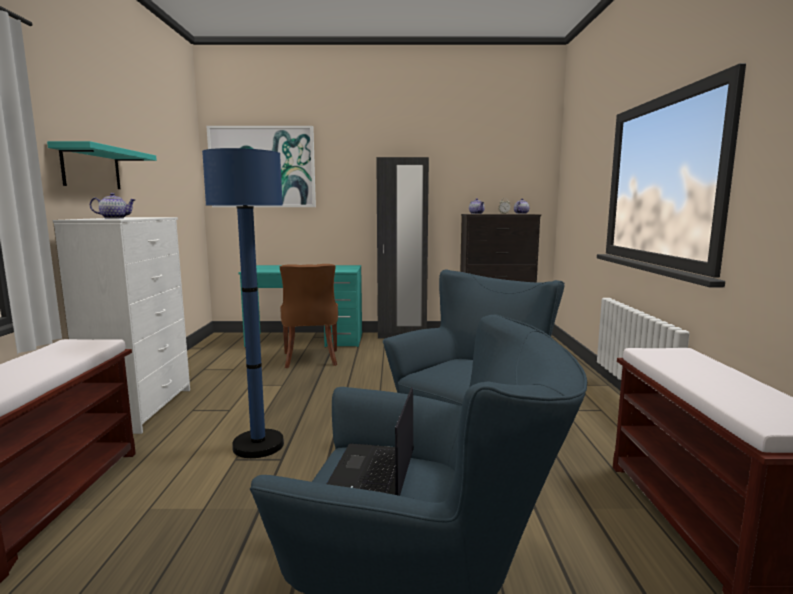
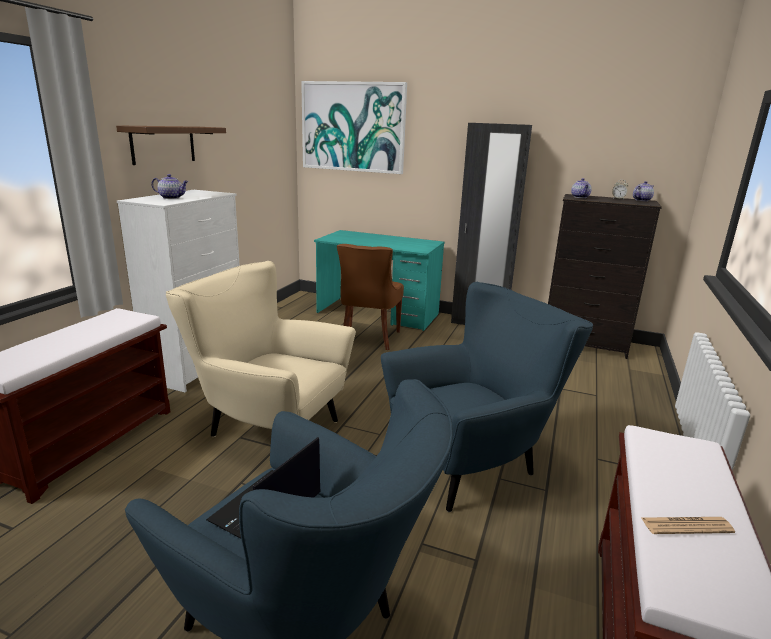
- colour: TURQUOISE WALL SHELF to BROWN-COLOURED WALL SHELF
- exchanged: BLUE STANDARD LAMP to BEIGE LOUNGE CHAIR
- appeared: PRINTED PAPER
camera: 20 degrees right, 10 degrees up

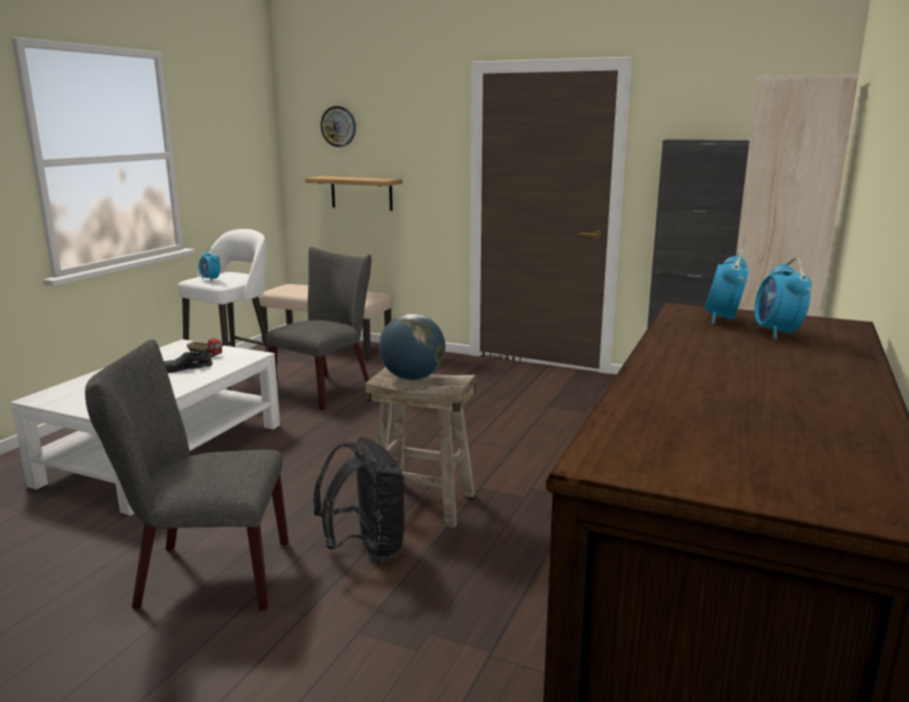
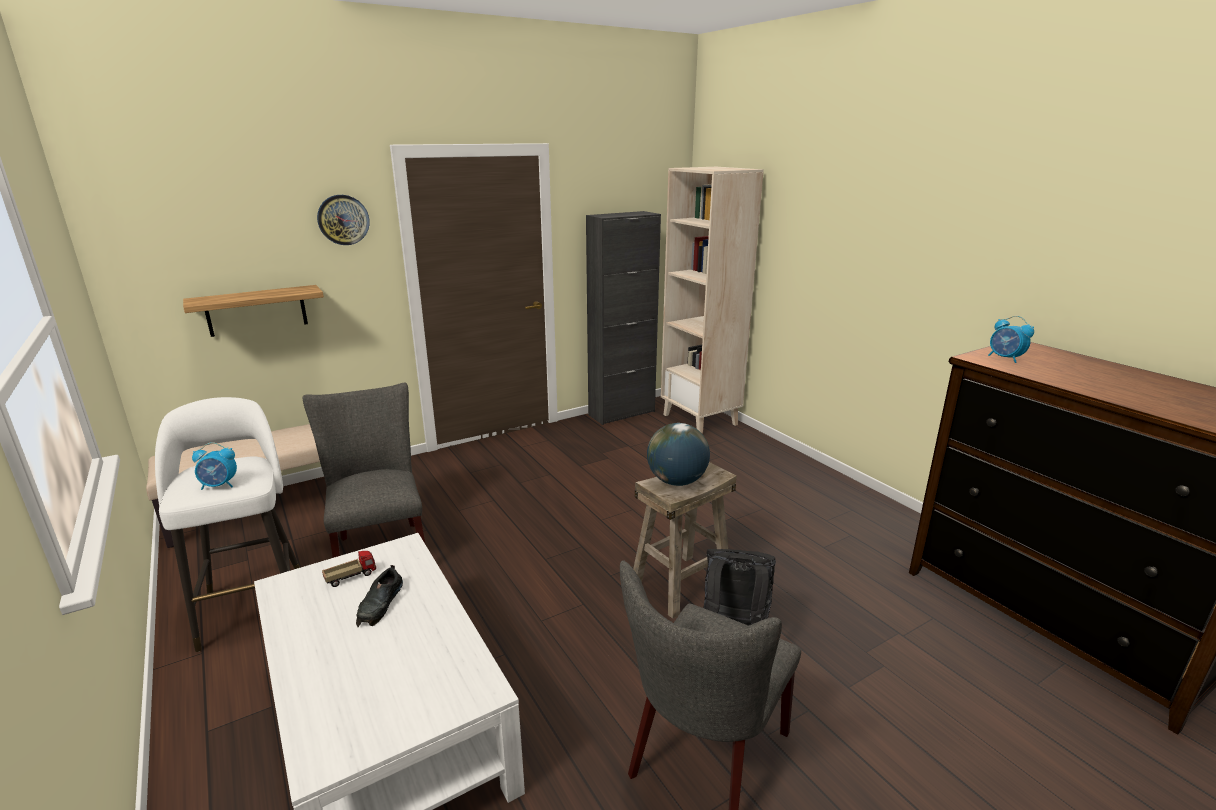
- relocated: HANGING CLOCK
- missing: TABLE CLOCK (no. 3 from left)
camera: 55 degrees left, 5 degrees up

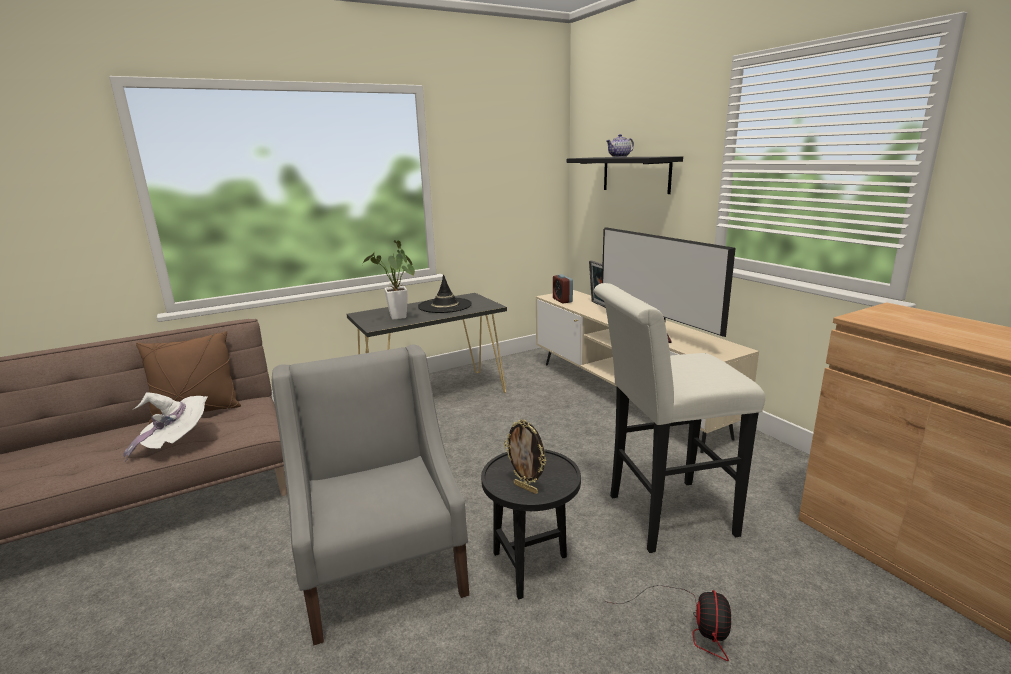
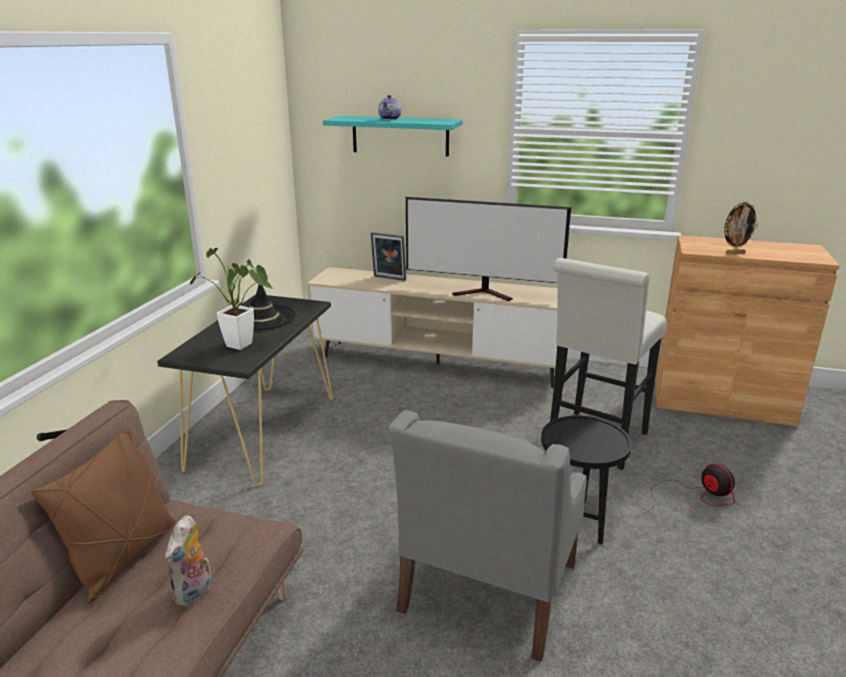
- exchanged: WHITE-COLOURED WEARABLE HAT to CUDDLY TOY
- colour: BLACK WALL SHELF to TURQUOISE WALL SHELF
- spun: GREY LOUNGE CHAIR 90 degrees counterclockwise
- relocated: PHOTO FRAME (no. 1 from left in the first image) to PHOTO FRAME (no. 2 from left)
- missing: TABLE CLOCK
camera: 45 degrees left, 5 degrees up

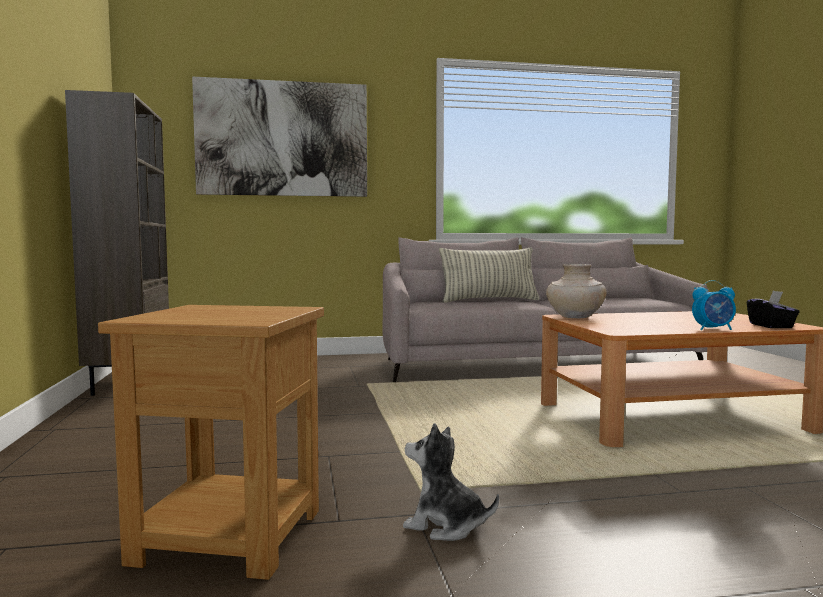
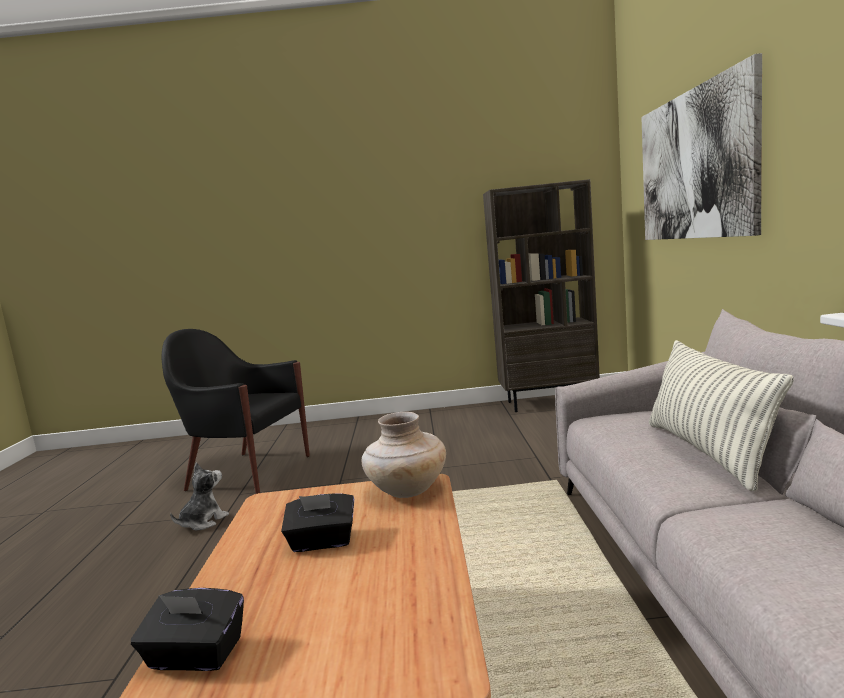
- exchanged: BROWN-COLOURED END TABLE to BLACK LOUNGE CHAIR
- appeared: BLACK TISSUE BOX (no. 2 from left)
- missing: TABLE CLOCK
camera: 100 degrees right, 5 degrees up

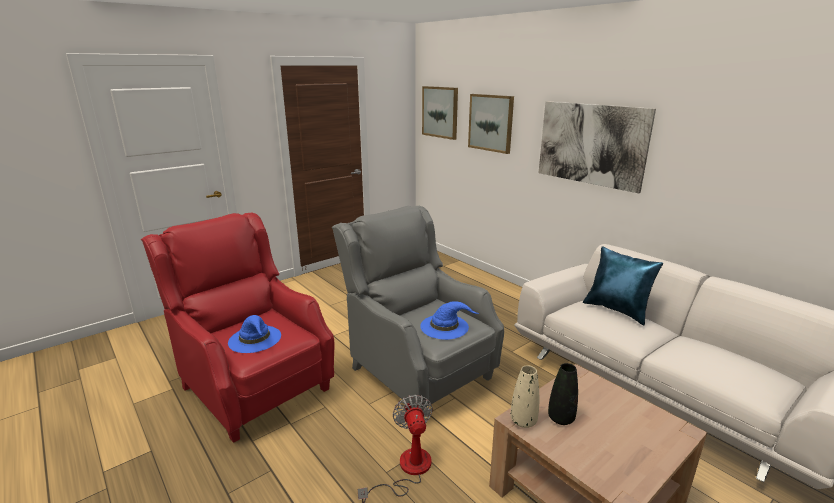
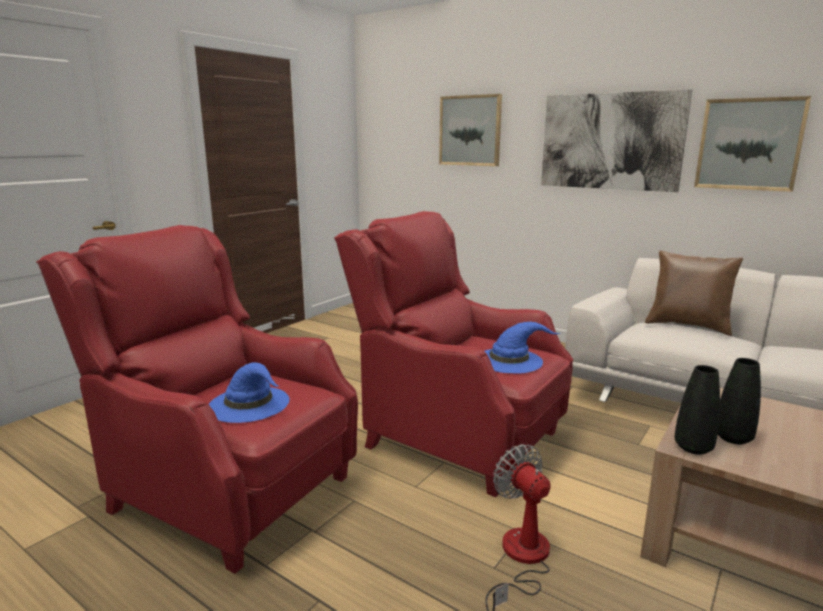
- colour: GREY LOUNGE CHAIR to RED-COLOURED LOUNGE CHAIR (no. 2 from left)
- colour: BLUE THROW PILLOW to BROWN-COLOURED THROW PILLOW
- colour: BEIGE VASE to BLACK VASE (no. 1 from left)
- relocated: WALL ART (no. 1 from left in the first image) to WALL ART (no. 3 from left)
camera: 15 degrees left, 5 degrees down

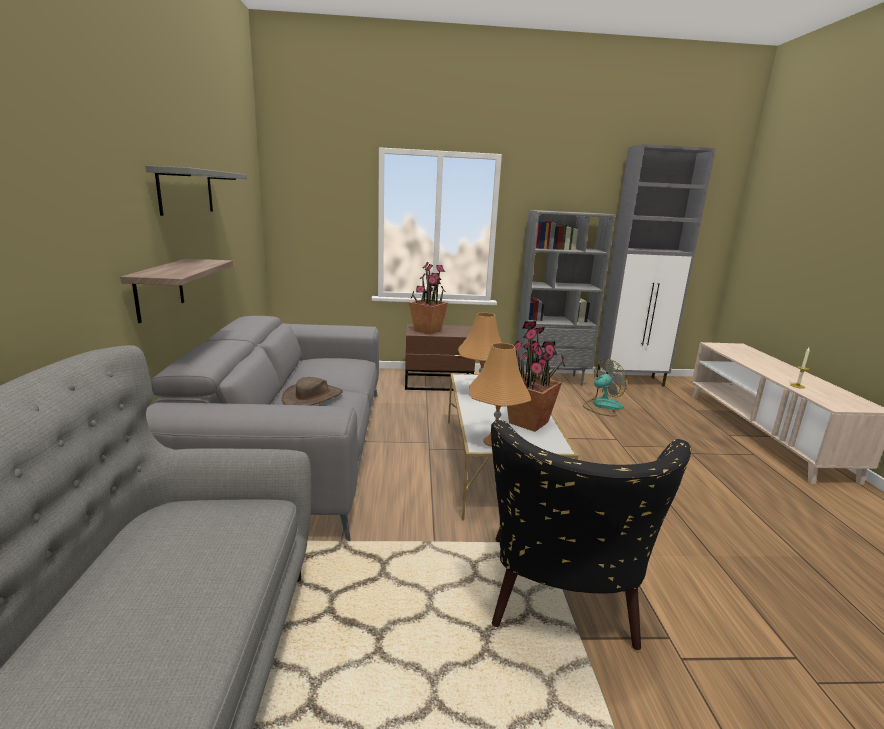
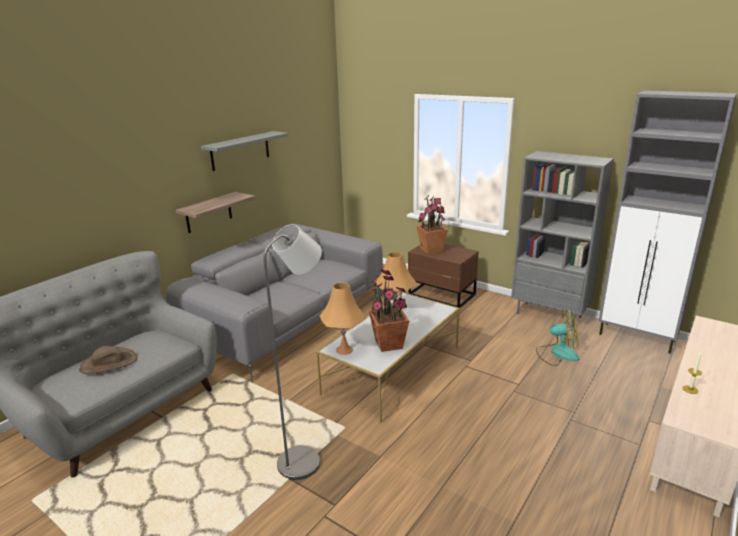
- relocated: BROWN-COLOURED WEARABLE HAT
- exchanged: BLACK LOUNGE CHAIR to GREY STANDARD LAMP
camera: 40 degrees right, 5 degrees up

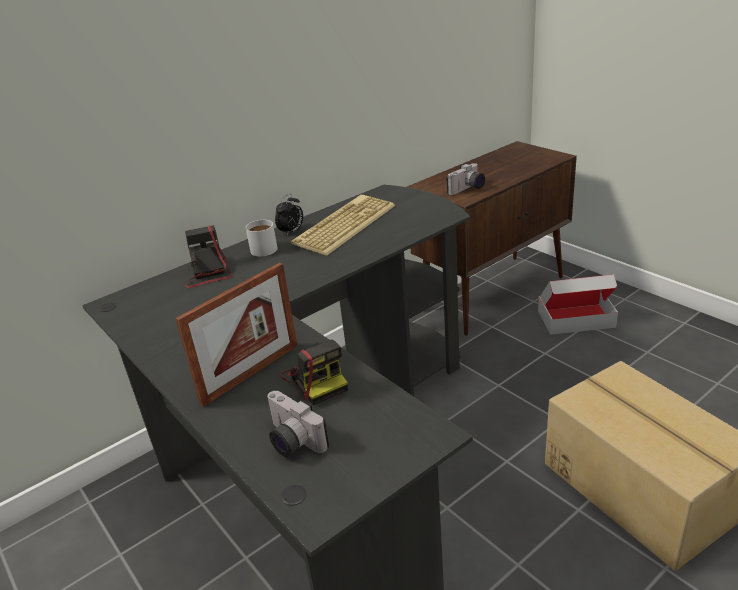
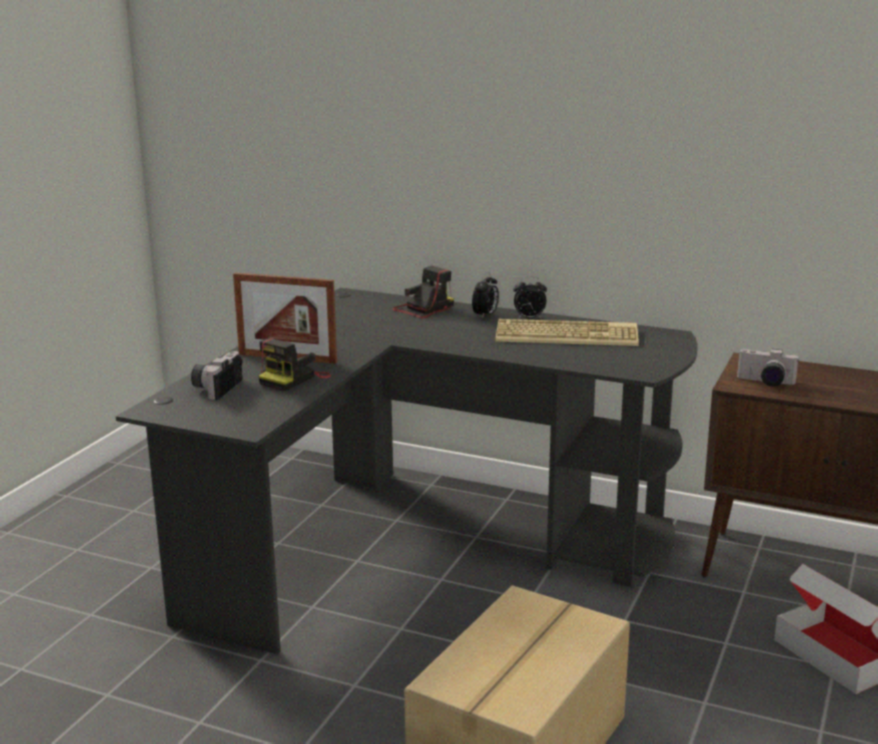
- exchanged: WHITE-COLOURED MUG to TABLE CLOCK (no. 1 from left)
camera: 60 degrees right, 10 degrees down

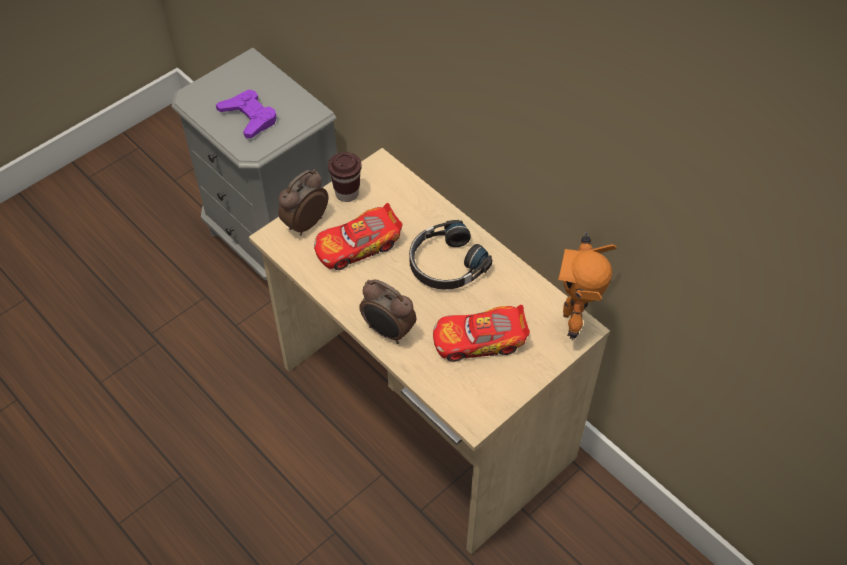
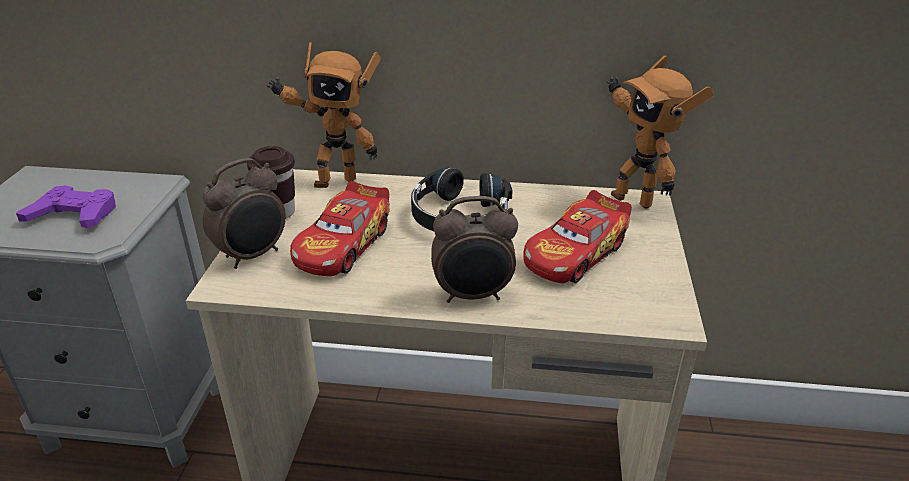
- spun: TABLE CLOCK (no. 1 from left) 135 degrees counterclockwise
- appeared: ROBOT FIGURE (no. 1 from left)
camera: 40 degrees left, 20 degrees down

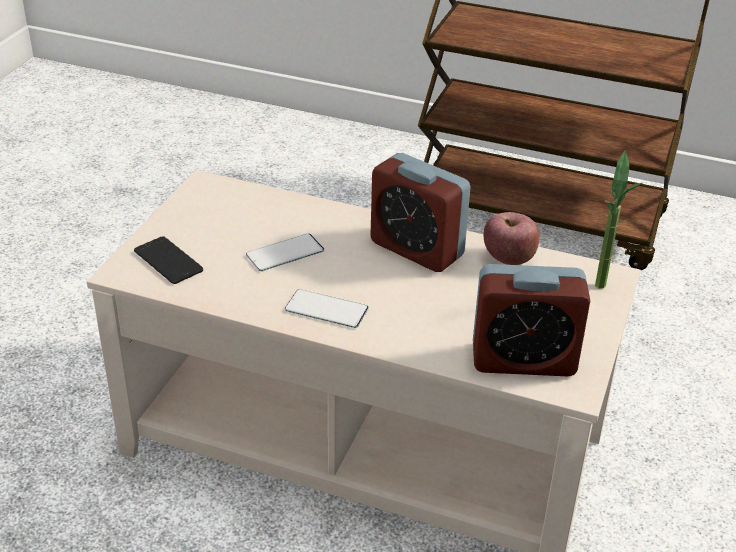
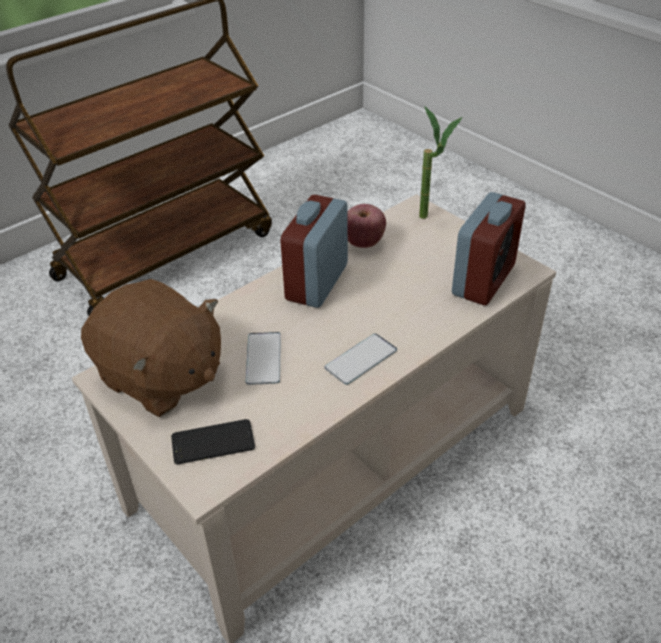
- appeared: BROWN-COLOURED CUDDLY TOY
- spun: TABLE CLOCK (no. 1 from left) 135 degrees clockwise
camera: 60 degrees left, 5 degrees up

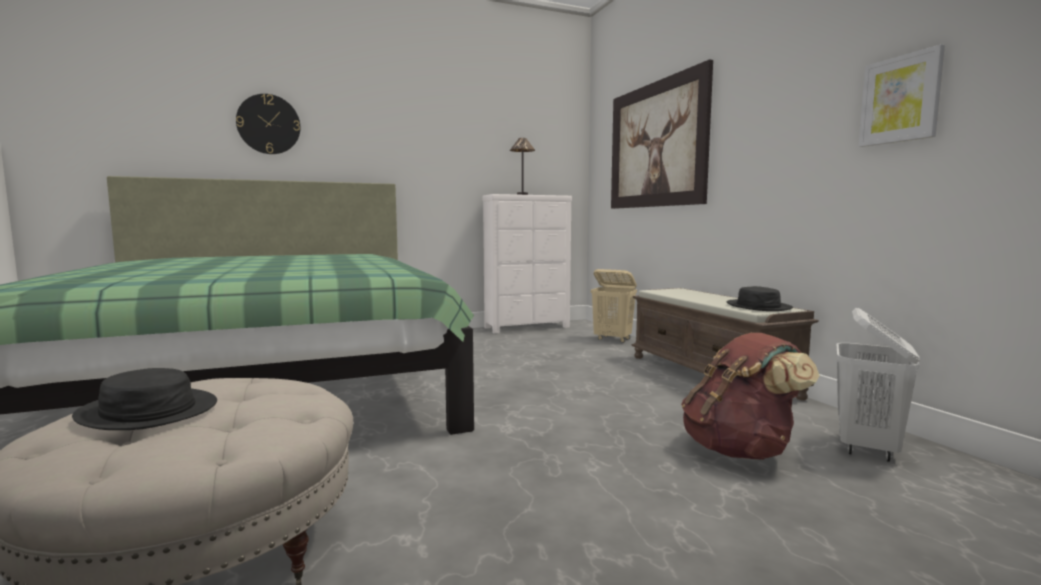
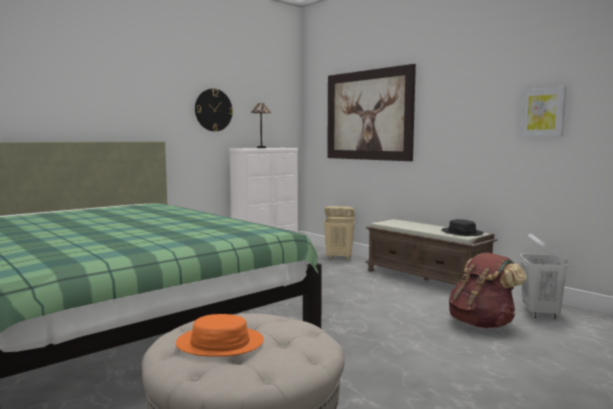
- colour: BLACK WEARABLE HAT (no. 1 from left) to ORANGE WEARABLE HAT
- relocated: HANGING CLOCK
camera: 20 degrees left, 0 degrees up

